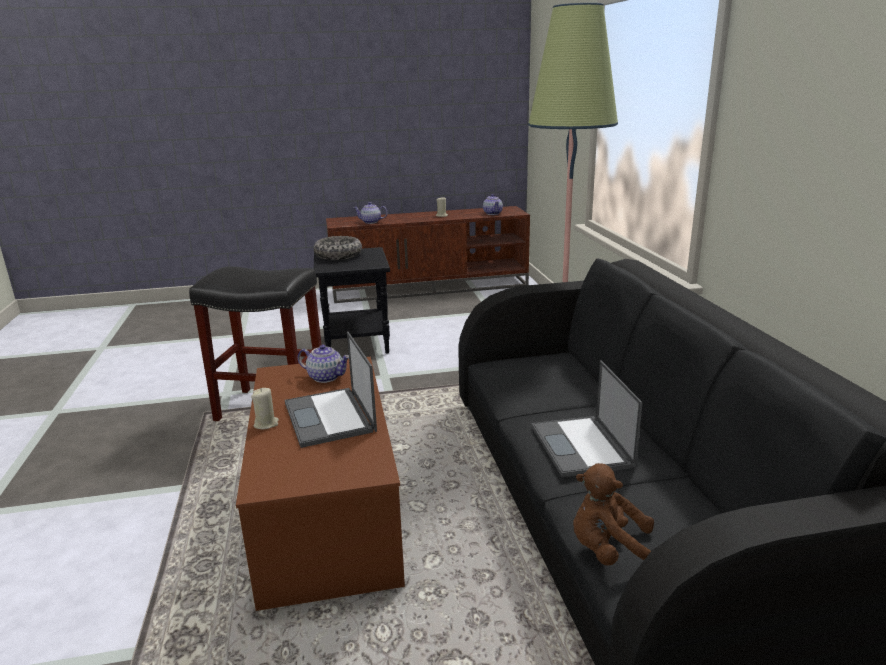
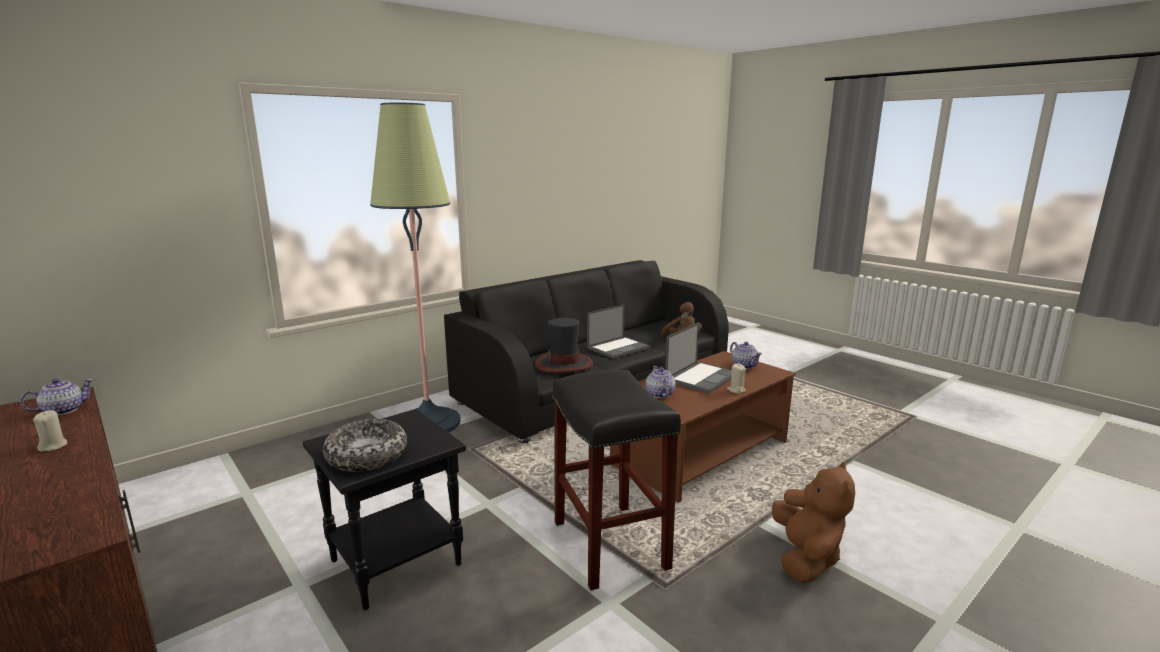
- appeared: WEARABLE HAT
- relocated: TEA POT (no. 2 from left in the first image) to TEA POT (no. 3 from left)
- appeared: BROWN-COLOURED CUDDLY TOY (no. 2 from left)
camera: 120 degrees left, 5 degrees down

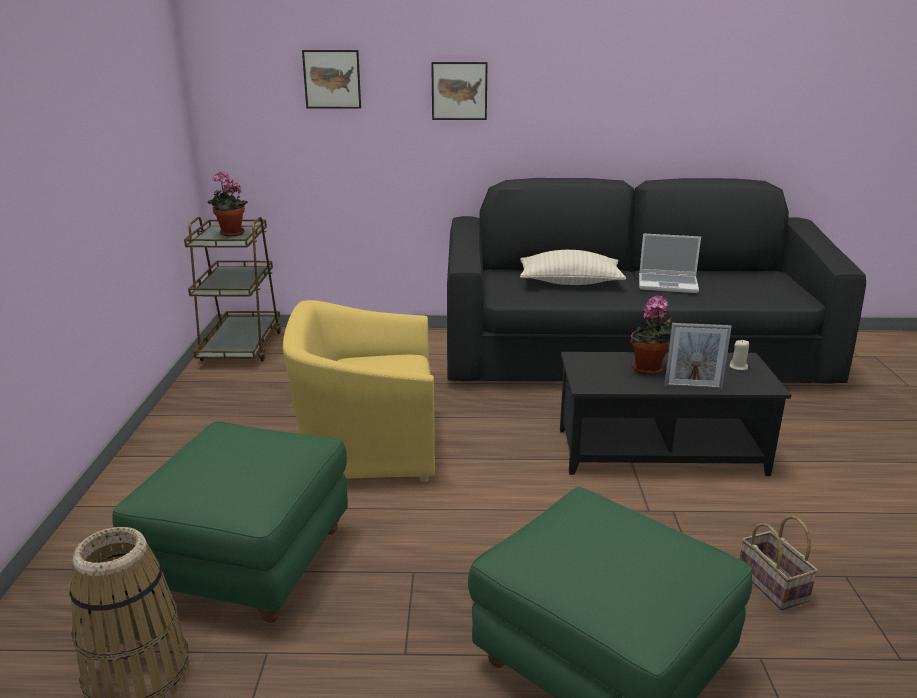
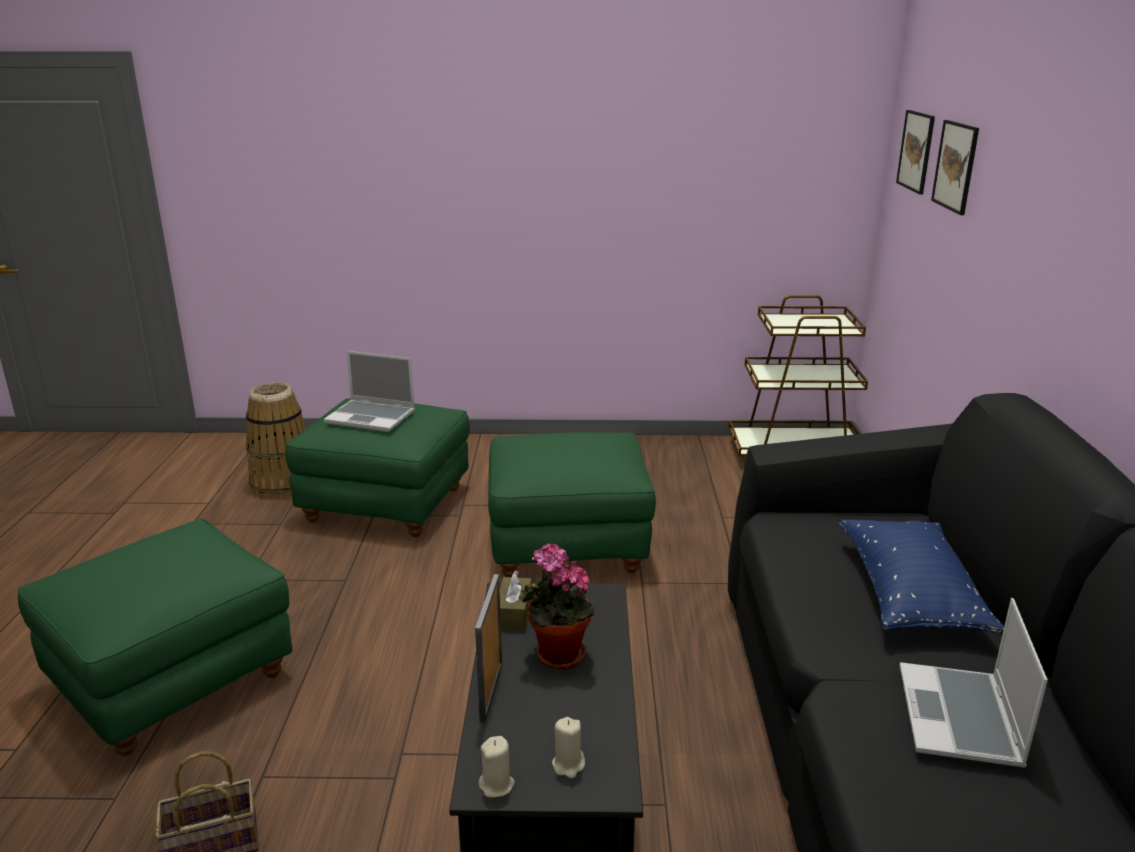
- appeared: NOTEBOOK COMPUTER (no. 1 from left)
- appeared: BEIGE CANDLE (no. 1 from left)
- exchanged: YELLOWISH LOUNGE CHAIR to GREENISH OTTOMAN (no. 3 from left)
- appeared: BROWN-COLOURED TISSUE BOX
- colour: BEIGE THROW PILLOW to BLUE THROW PILLOW
- relocated: WALL ART (no. 2 from left in the first image) to WALL ART (no. 1 from left)
- missing: POTTED PLANT (no. 1 from left)
camera: 90 degrees right, 0 degrees up

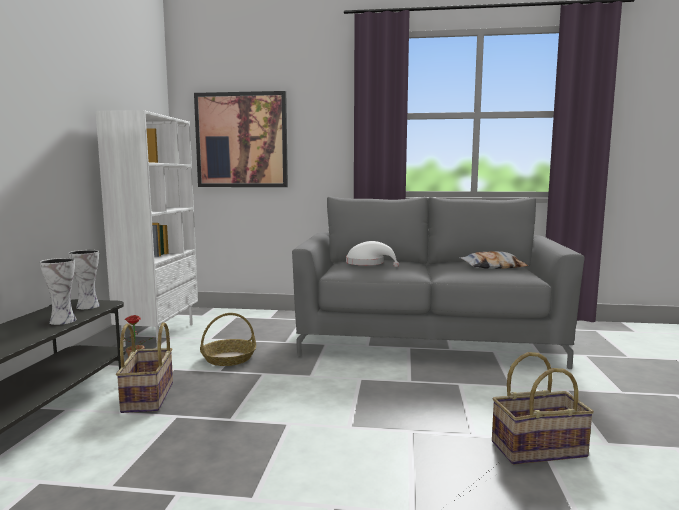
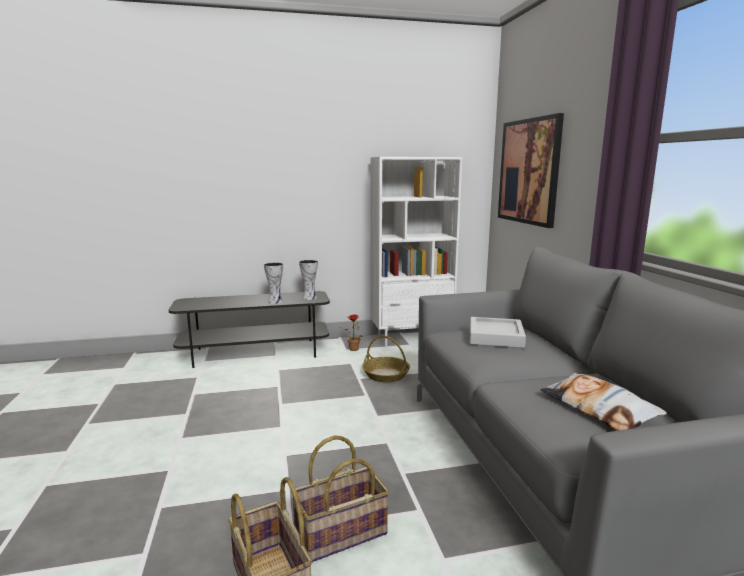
- relocated: STORAGE BASKET (no. 1 from left in the first image) to STORAGE BASKET (no. 2 from left)
- exchanged: WHITE-COLOURED WEARABLE HAT to GREY CARRYING TRAY
camera: 70 degrees right, 5 degrees up

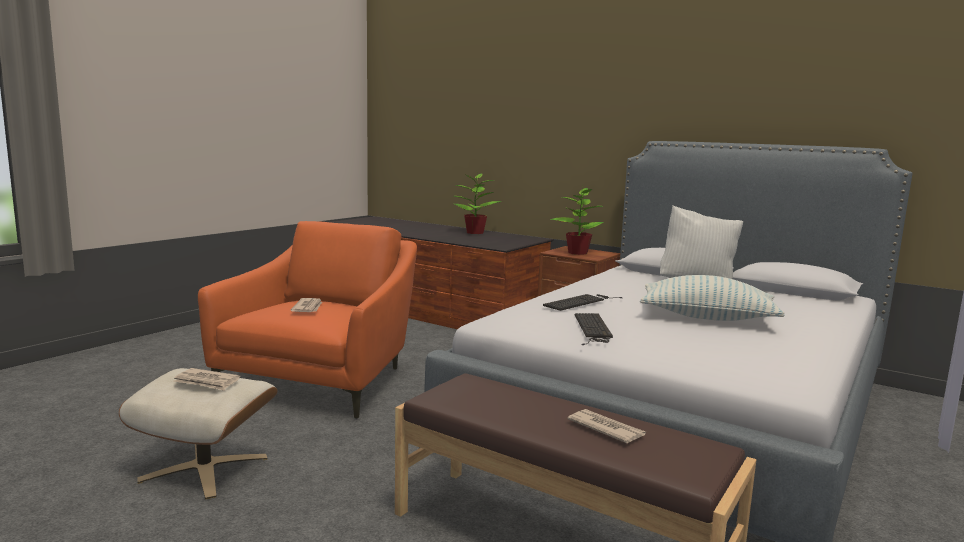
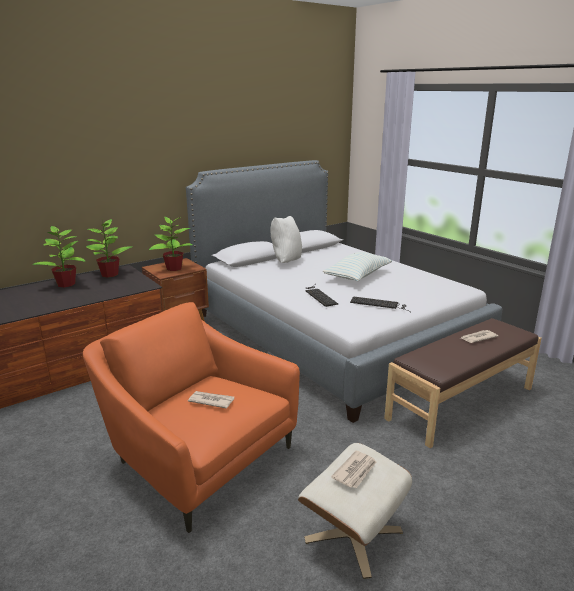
- appeared: POTTED PLANT (no. 2 from left)
camera: 70 degrees left, 10 degrees up

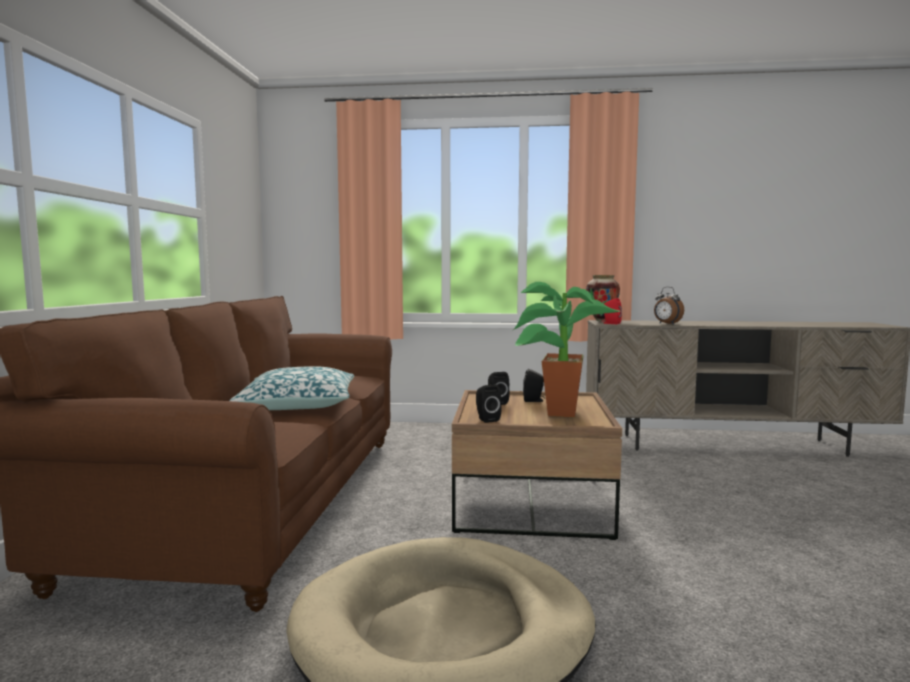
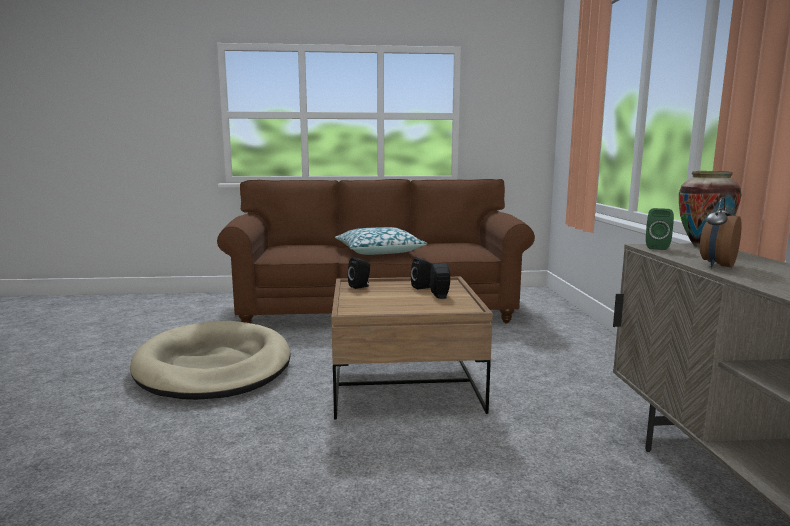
- colour: RED-COLOURED SPEAKER to GREENISH SPEAKER
- missing: POTTED PLANT
camera: 80 degrees right, 5 degrees up

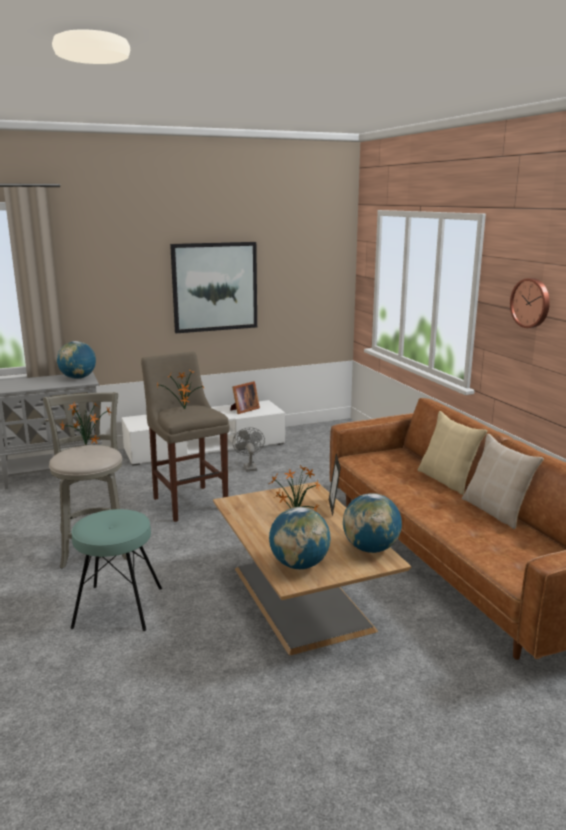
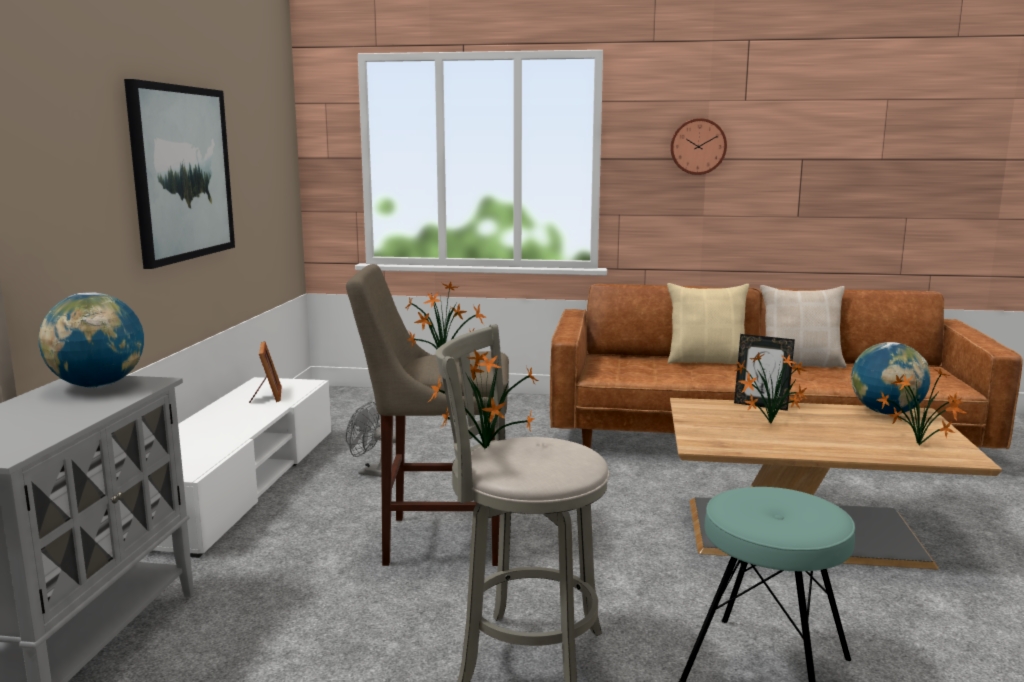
- exchanged: WORLD GLOBE (no. 2 from left) to POTTED PLANT (no. 4 from left)
camera: 60 degrees left, 5 degrees down

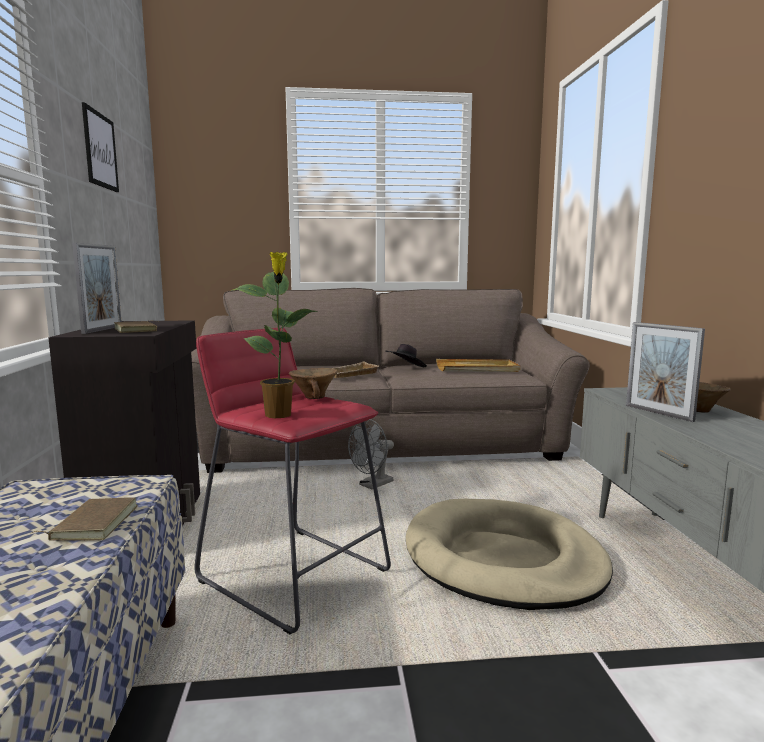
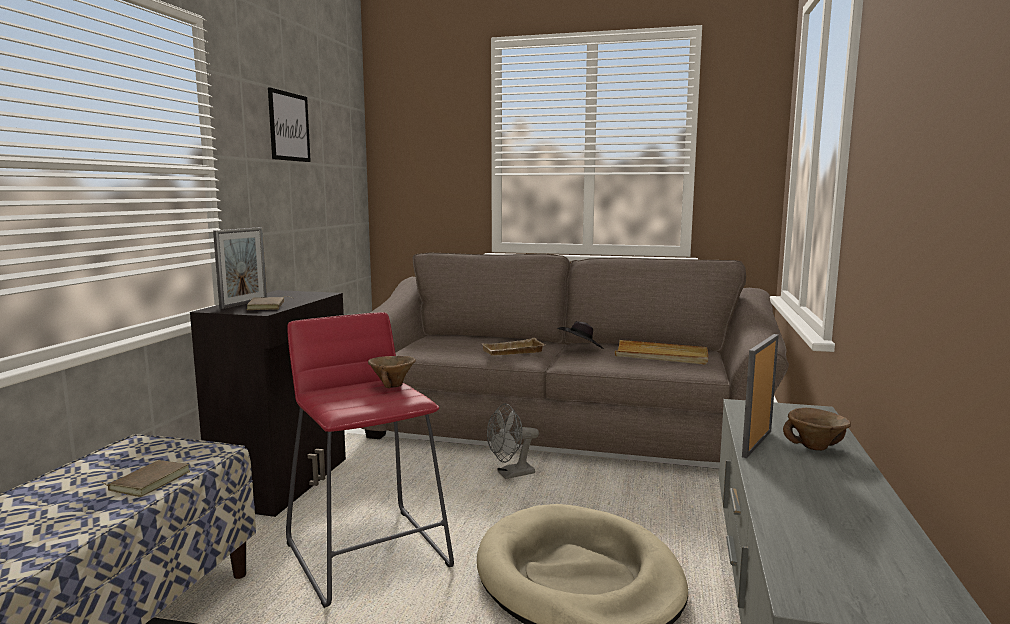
- spun: PHOTO FRAME (no. 2 from left) 45 degrees clockwise
- missing: POTTED PLANT
camera: 20 degrees right, 0 degrees up

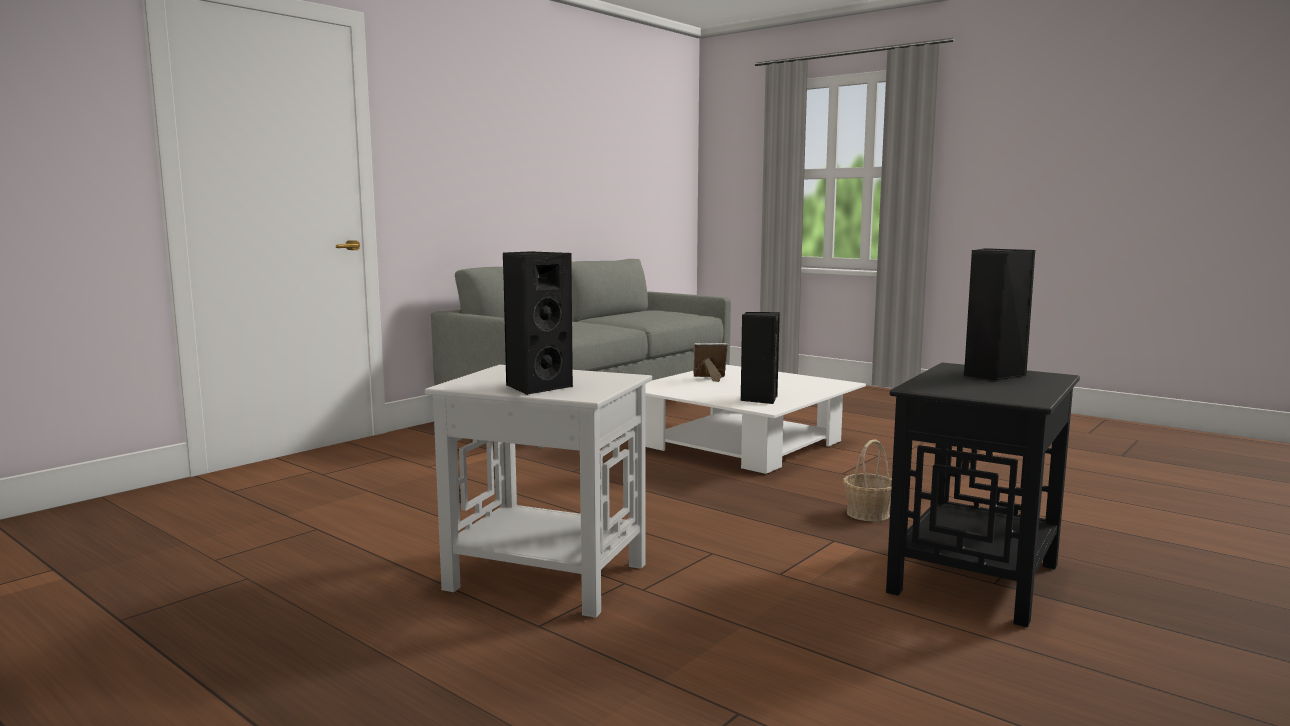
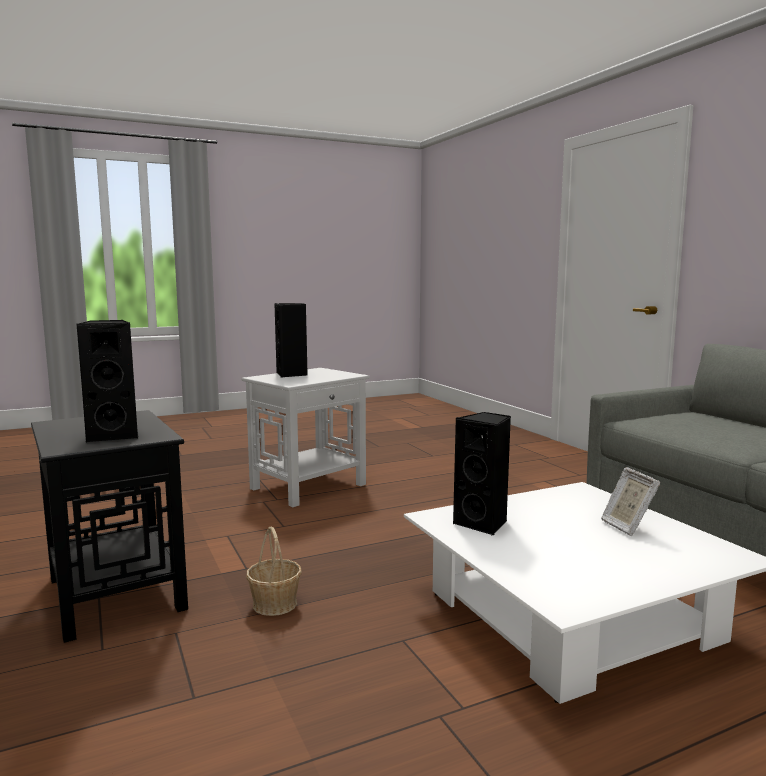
- spun: PHOTO FRAME 135 degrees clockwise
camera: 115 degrees right, 0 degrees up

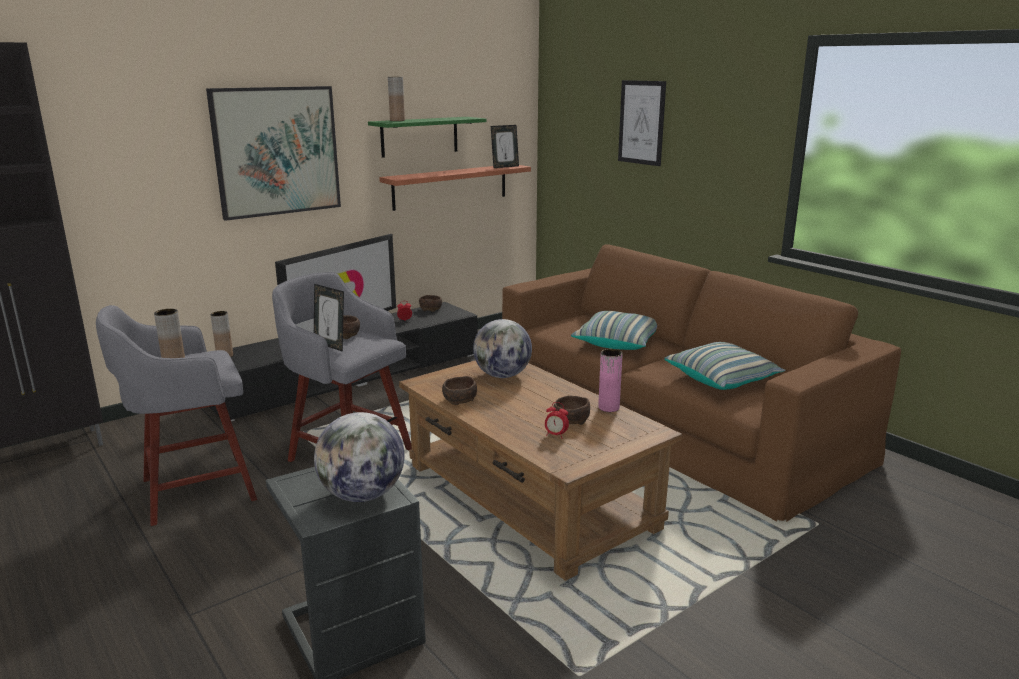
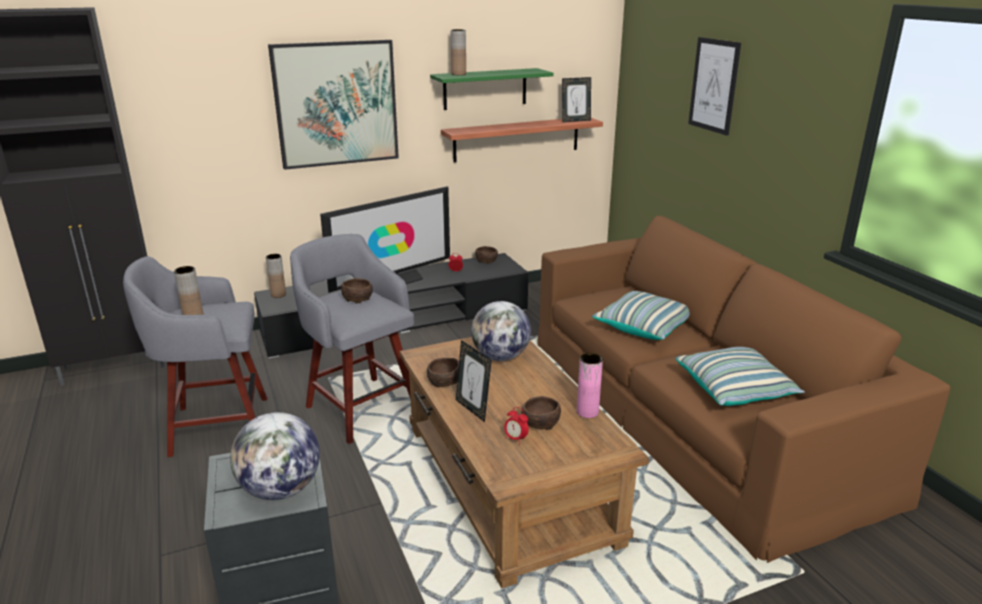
- relocated: PHOTO FRAME (no. 1 from left)
camera: 15 degrees right, 5 degrees up

